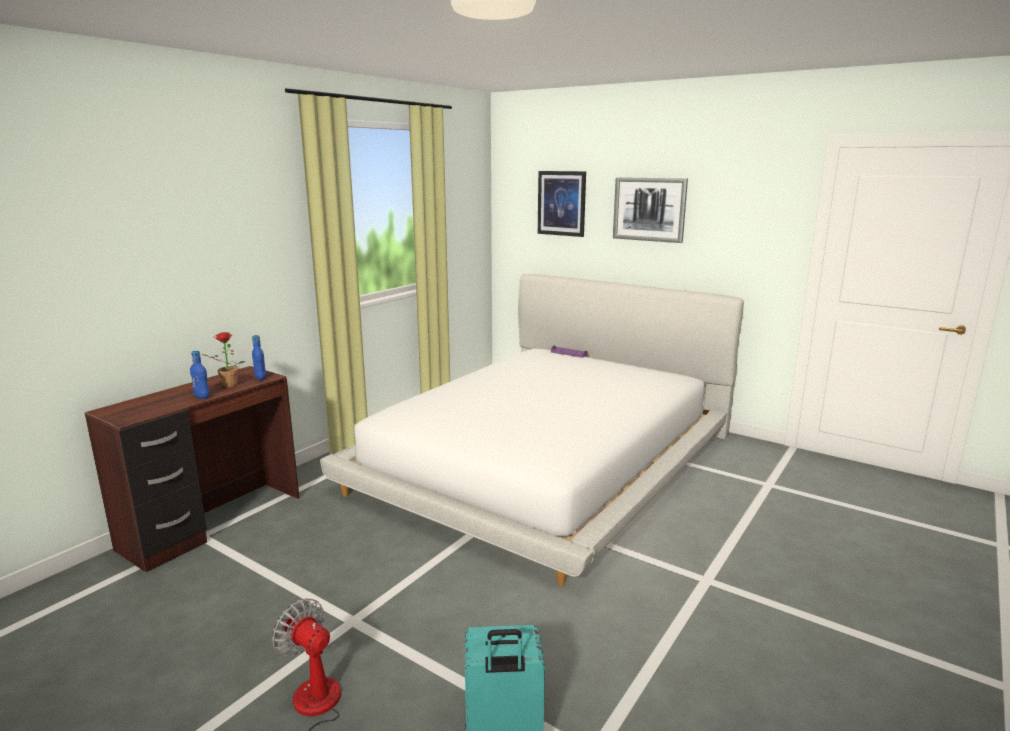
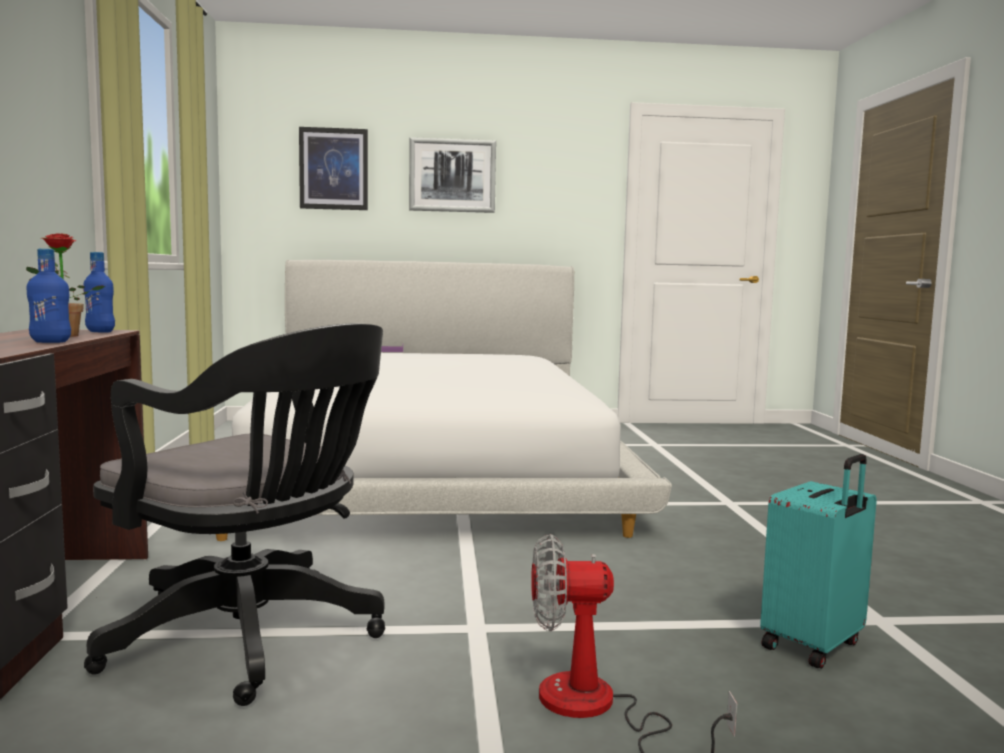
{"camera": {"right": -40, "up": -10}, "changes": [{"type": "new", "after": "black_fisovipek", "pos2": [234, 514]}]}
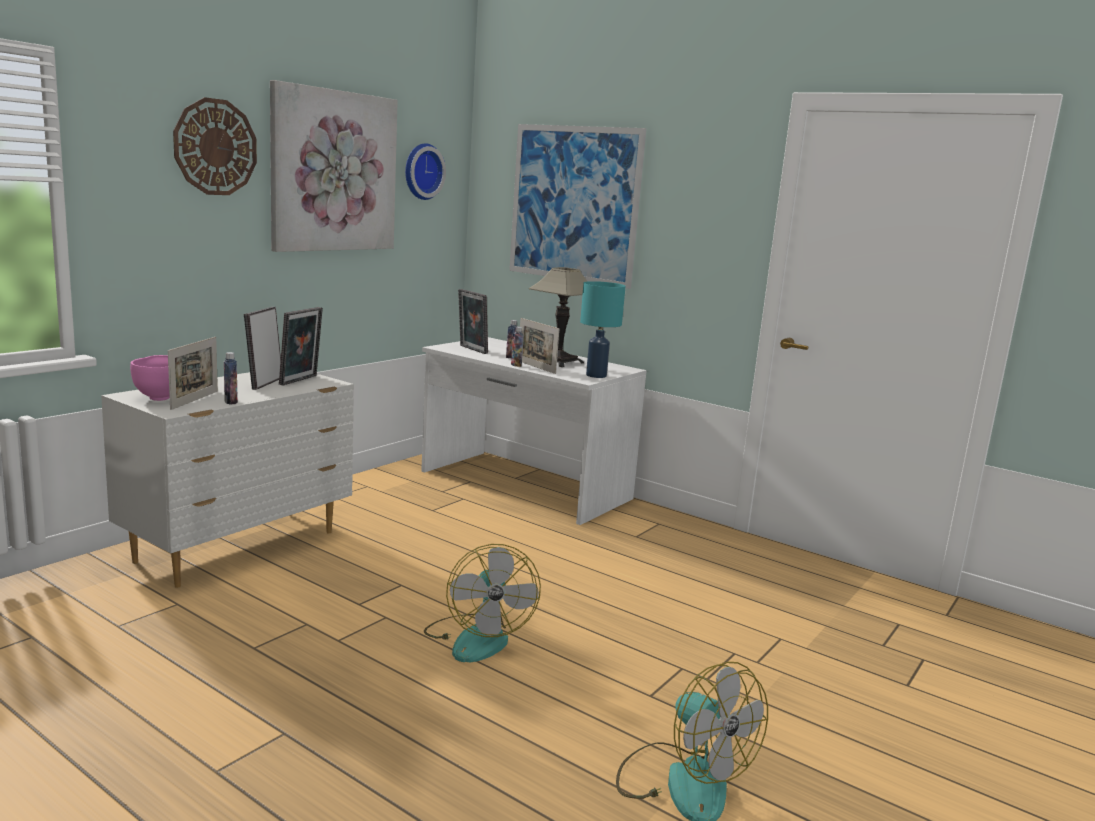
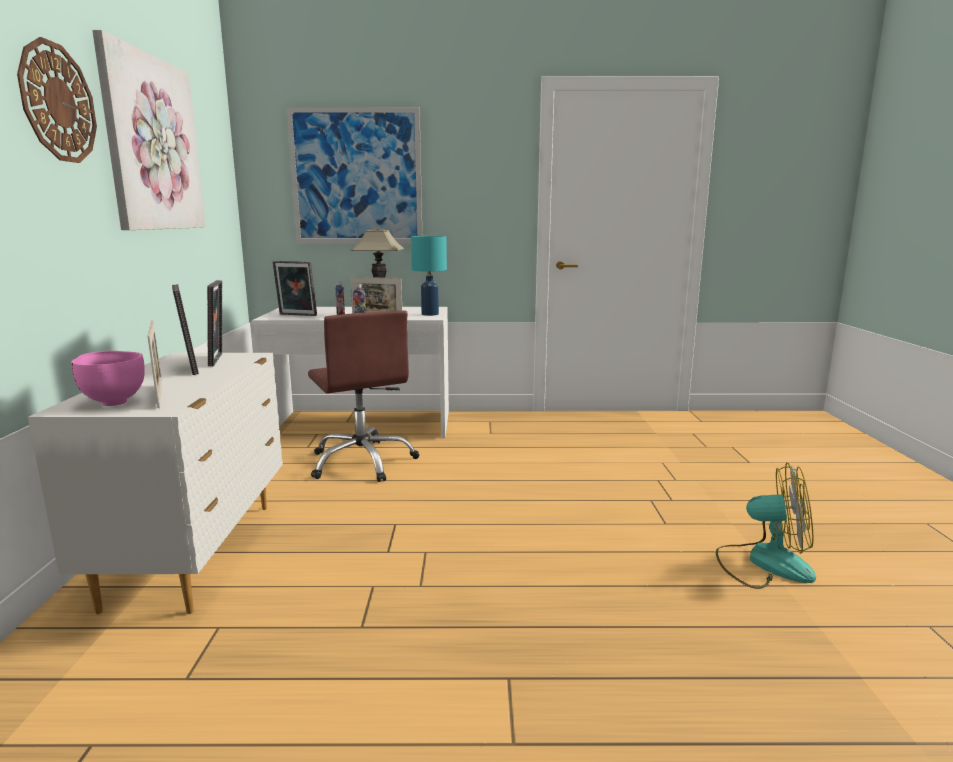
{"camera": {"right": -35, "up": 0}, "changes": [{"type": "gone", "before": "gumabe", "pos1": [425, 171]}, {"type": "gone", "before": "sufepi", "pos1": [231, 378]}, {"type": "gone", "before": "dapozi", "pos1": [482, 603]}, {"type": "new", "after": "brown_fisovipek", "pos2": [363, 396]}]}
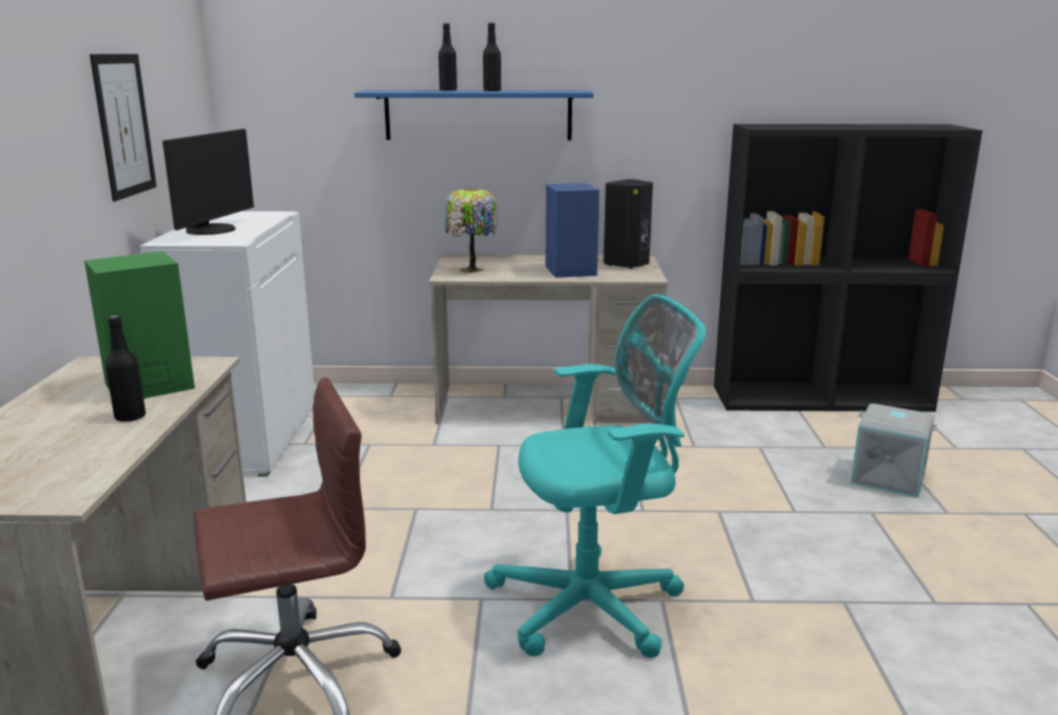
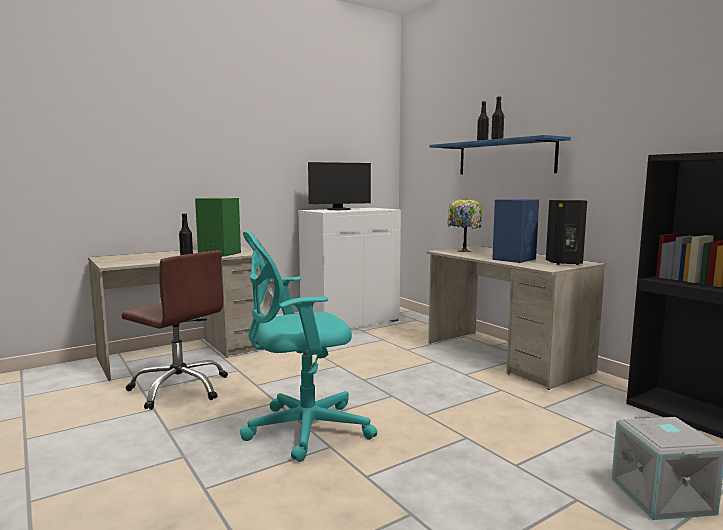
{"camera": {"right": 55, "up": -10}, "changes": [{"type": "gone", "before": "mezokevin", "pos1": [123, 127]}, {"type": "rotated", "before": "turquoise_fisovipek", "pos1": [595, 476], "pos2": [308, 346], "turn": 120}]}
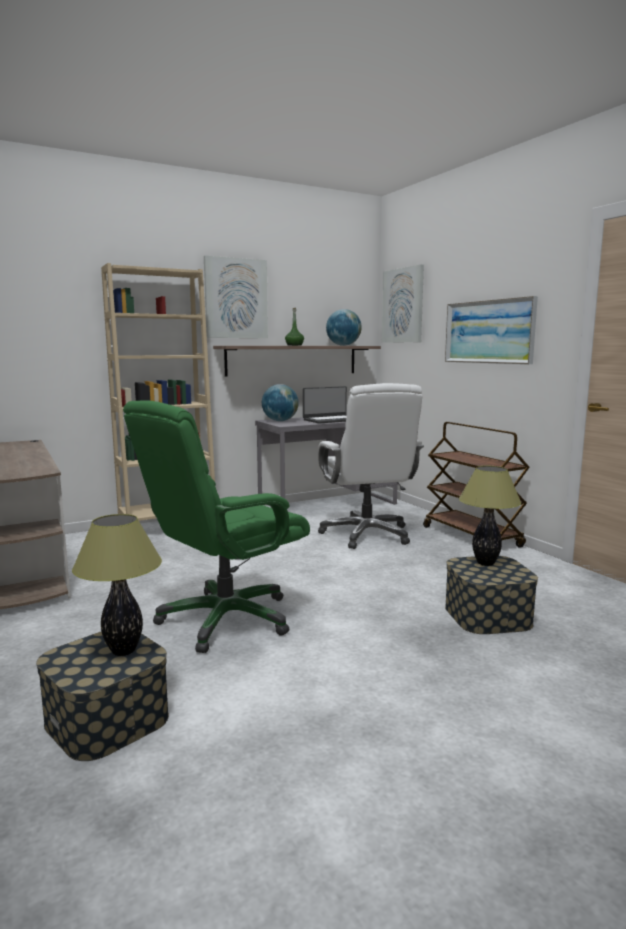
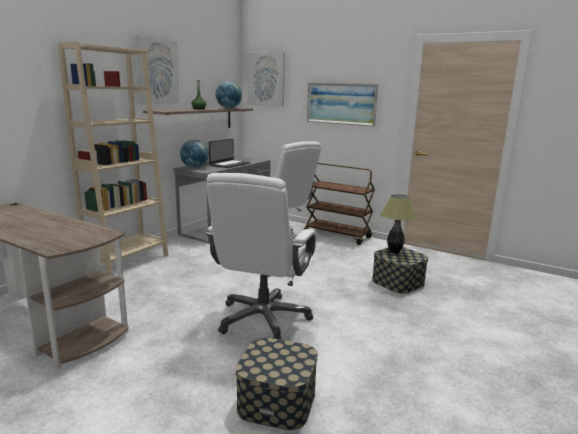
{"camera": {"right": -30, "up": 5}, "changes": [{"type": "repainted", "before": "green_fisovipek", "after": "white_fisovipek", "pos1": [216, 527], "pos2": [260, 256]}, {"type": "gone", "before": "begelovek", "pos1": [117, 585]}]}
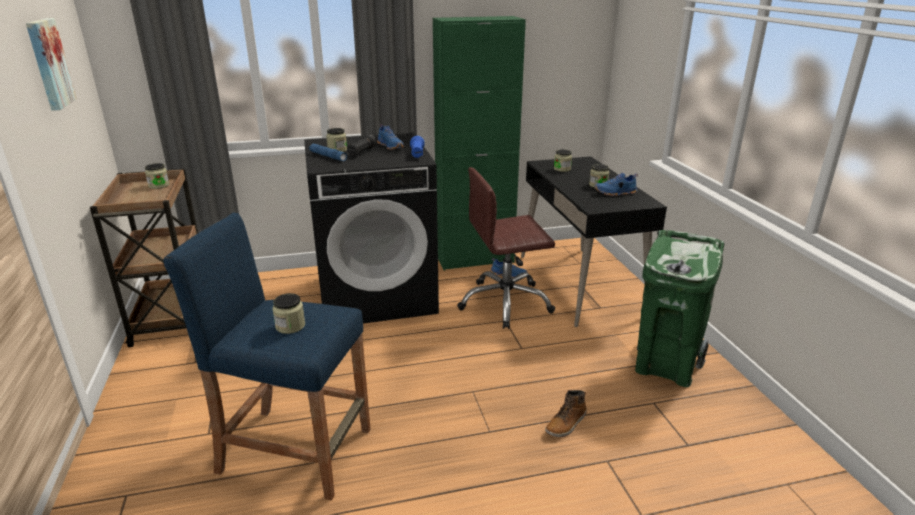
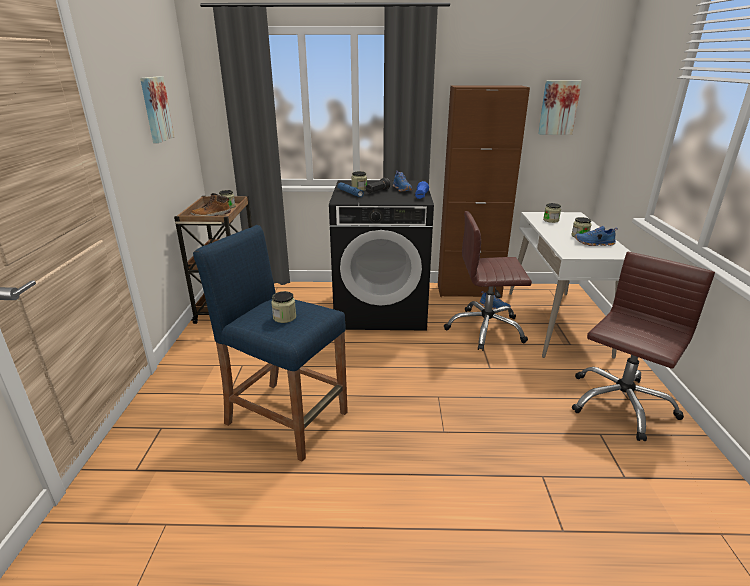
{"camera": {"right": 15, "up": 0}, "changes": [{"type": "repainted", "before": "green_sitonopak", "after": "brown_sitonopak", "pos1": [479, 143], "pos2": [484, 191]}, {"type": "repainted", "before": "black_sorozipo", "after": "white_sorozipo", "pos1": [594, 241], "pos2": [570, 285]}, {"type": "swapped", "before": "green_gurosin", "after": "brown_fisovipek", "pos1": [680, 308], "pos2": [643, 346]}, {"type": "shifted", "before": "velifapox", "pos1": [566, 413], "pos2": [211, 204]}, {"type": "new", "after": "mezokevin", "pos2": [560, 108]}]}
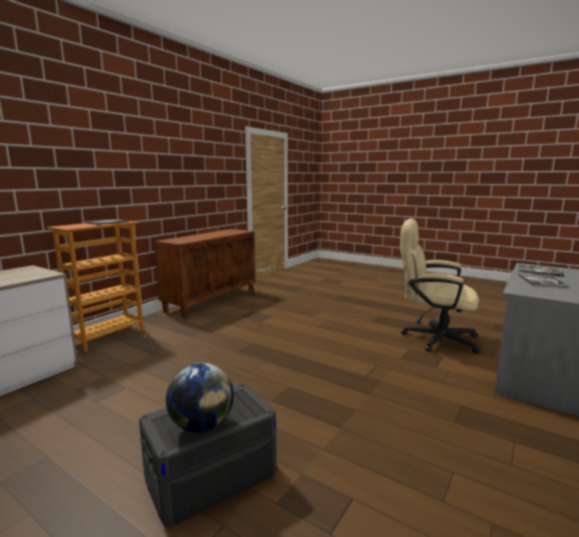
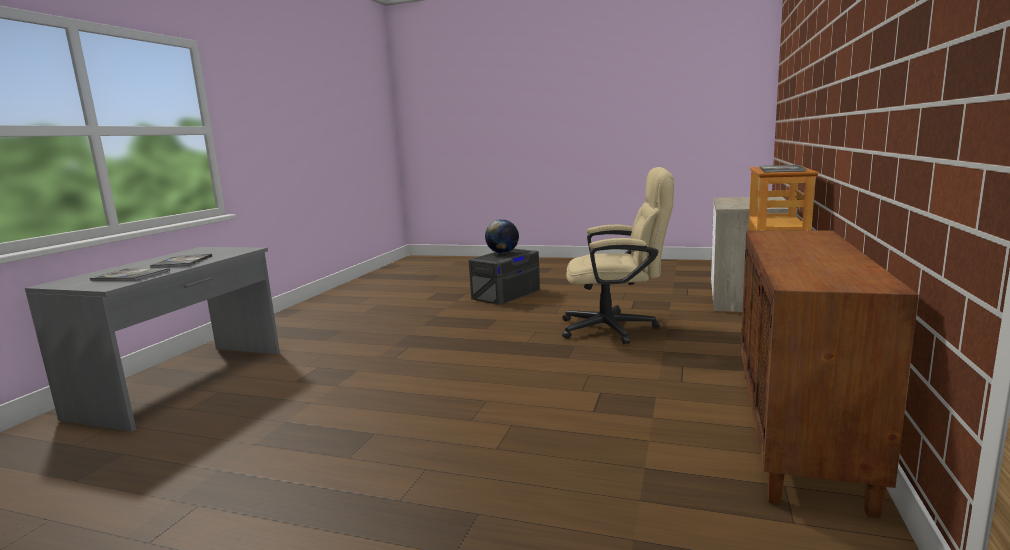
{"camera": {"right": 165, "up": 0}, "changes": [{"type": "shifted", "before": "beige_fisovipek", "pos1": [440, 286], "pos2": [618, 255]}]}
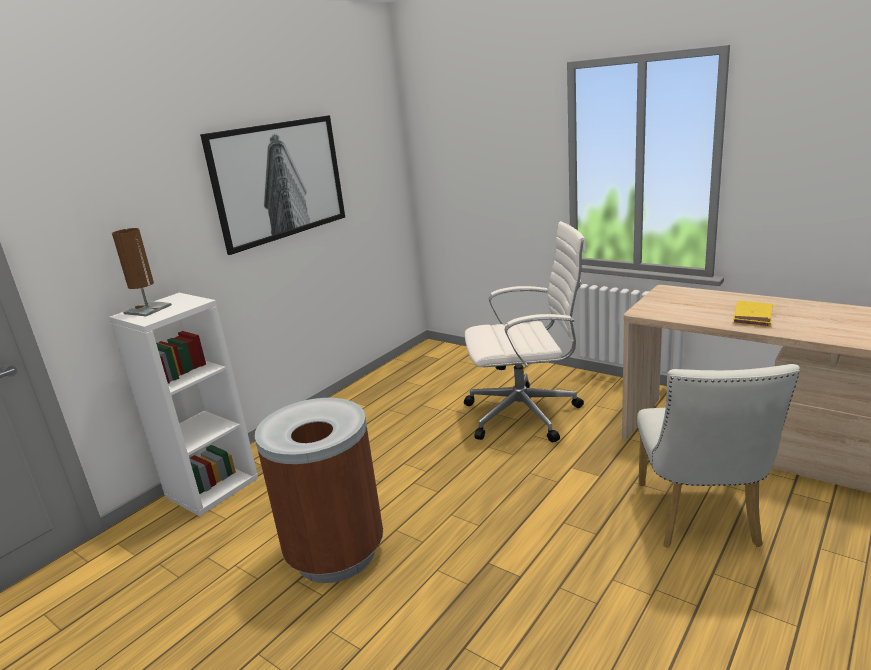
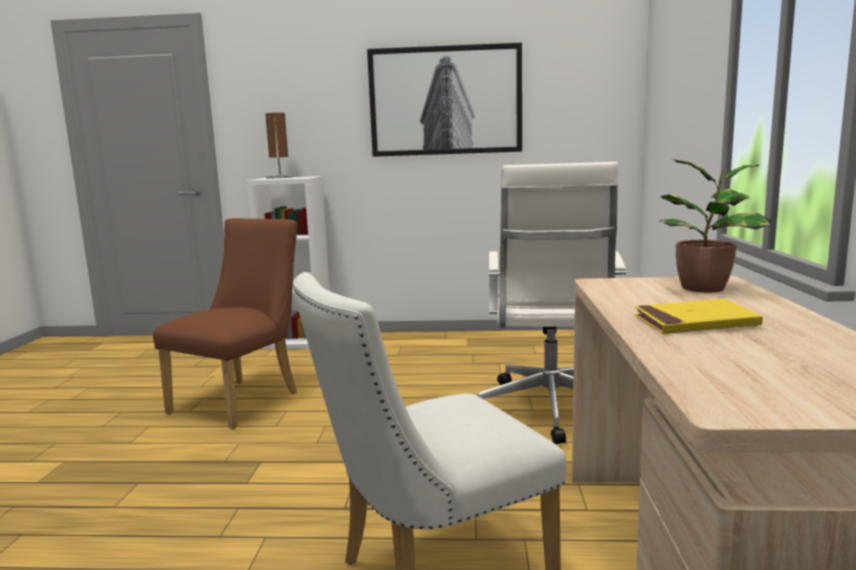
{"camera": {"right": 55, "up": -10}, "changes": [{"type": "rotated", "before": "white_fisovipek", "pos1": [525, 331], "pos2": [552, 303], "turn": 45}, {"type": "swapped", "before": "brown_gurosin", "after": "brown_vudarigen", "pos1": [318, 490], "pos2": [225, 323]}, {"type": "new", "after": "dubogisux", "pos2": [715, 225]}]}
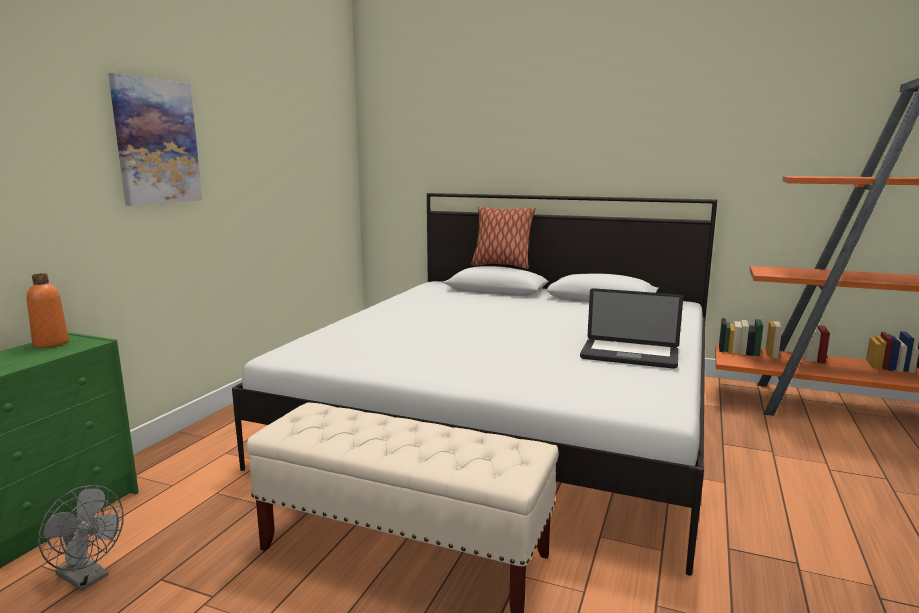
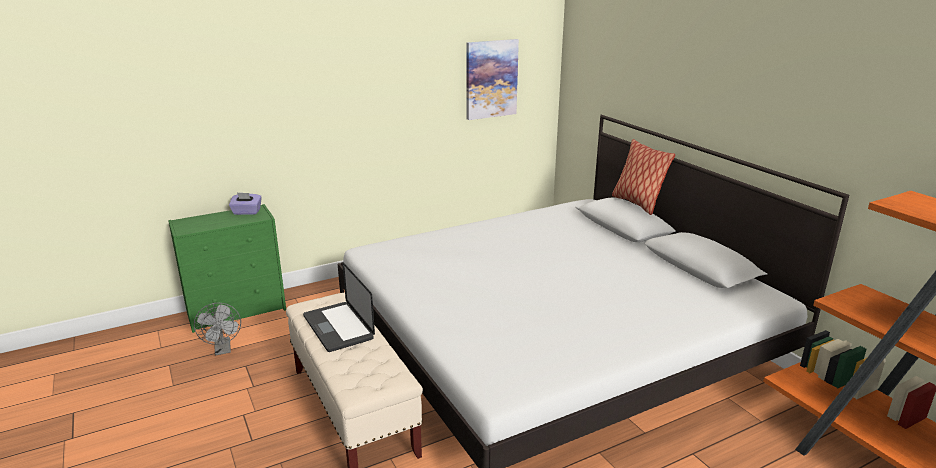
{"camera": {"right": 40, "up": 10}, "changes": [{"type": "shifted", "before": "mezokevin", "pos1": [155, 139], "pos2": [493, 79]}, {"type": "swapped", "before": "orange_sufepi", "after": "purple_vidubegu", "pos1": [47, 310], "pos2": [245, 204]}, {"type": "shifted", "before": "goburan", "pos1": [631, 328], "pos2": [339, 307]}]}
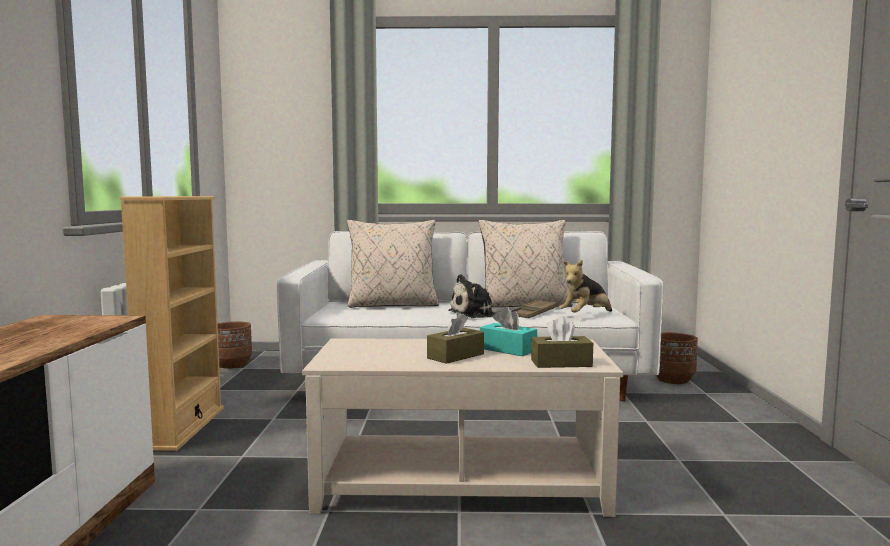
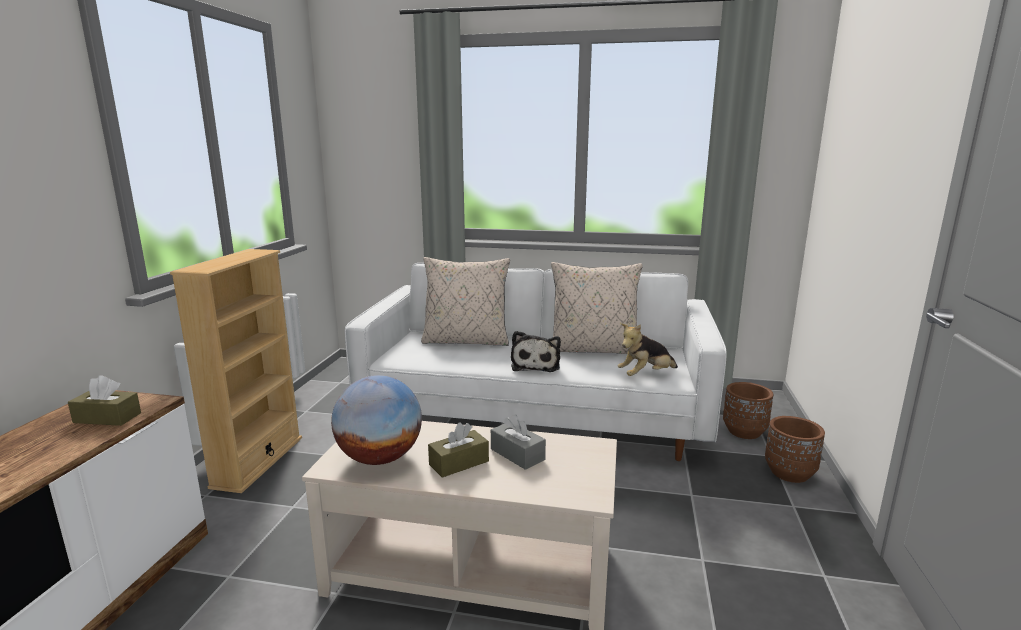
{"camera": {"right": 10, "up": 10}, "changes": [{"type": "rotated", "before": "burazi", "pos1": [475, 296], "pos2": [536, 351], "turn": -75}, {"type": "gone", "before": "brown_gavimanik", "pos1": [534, 308]}, {"type": "repainted", "before": "turquoise_vidubegu", "after": "grey_vidubegu", "pos1": [508, 331], "pos2": [518, 442]}, {"type": "shifted", "before": "brown_vidubegu", "pos1": [562, 342], "pos2": [104, 400]}, {"type": "shifted", "before": "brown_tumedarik", "pos1": [235, 345], "pos2": [795, 449]}, {"type": "new", "after": "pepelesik", "pos2": [376, 420]}]}
